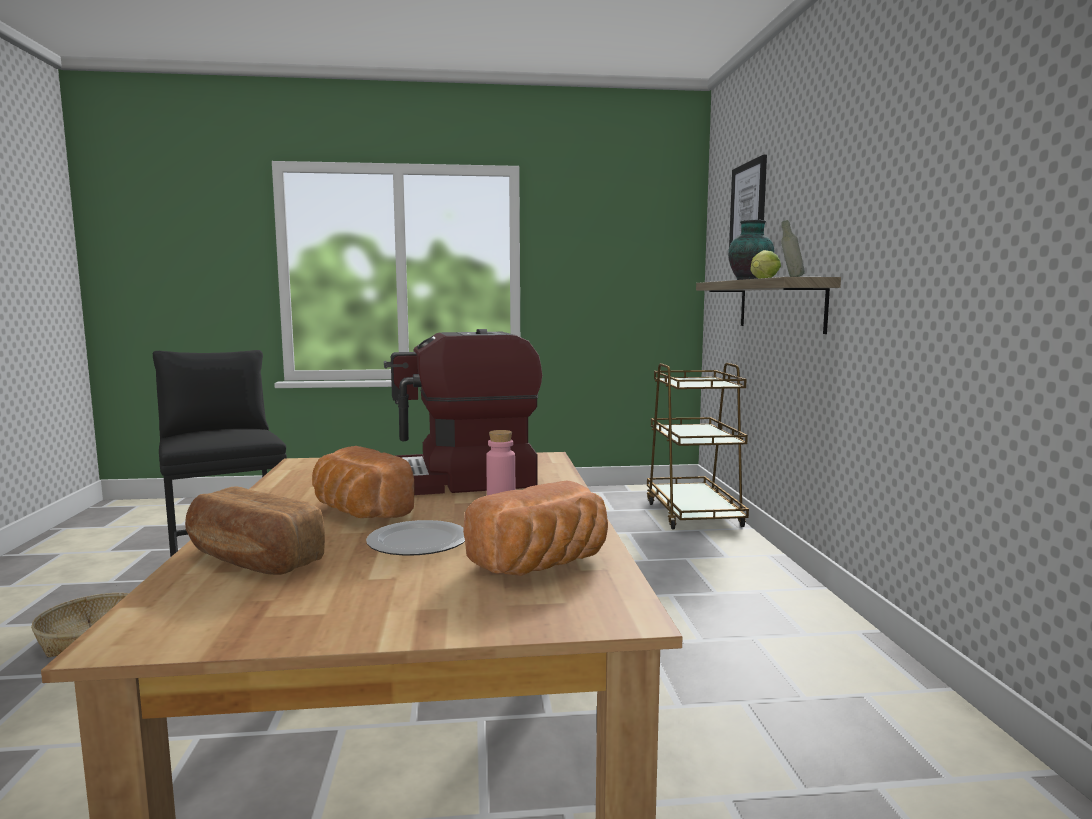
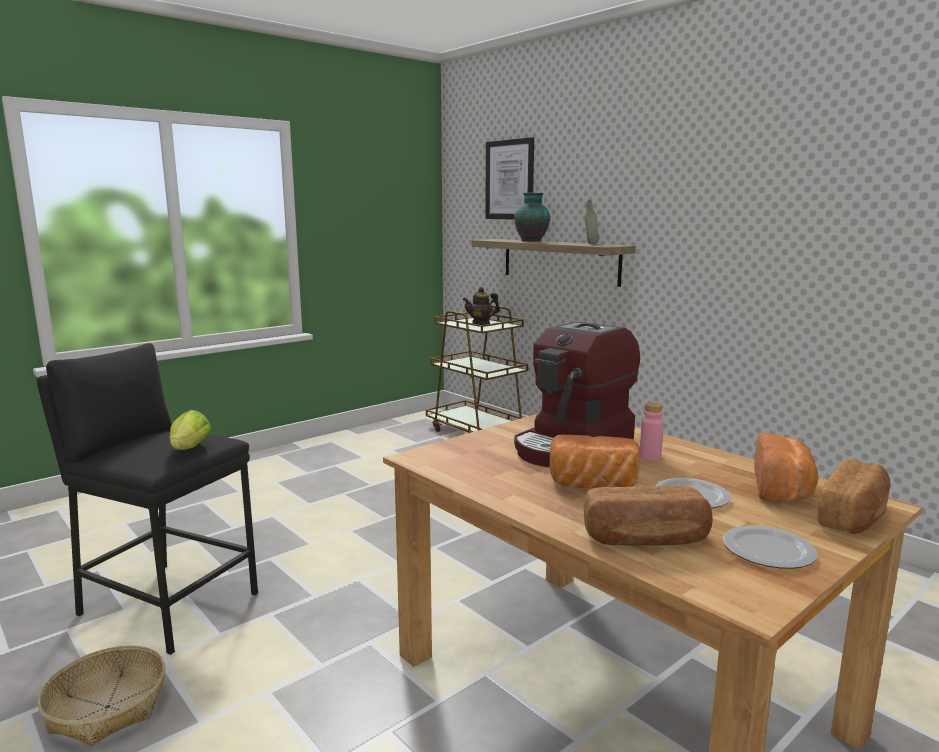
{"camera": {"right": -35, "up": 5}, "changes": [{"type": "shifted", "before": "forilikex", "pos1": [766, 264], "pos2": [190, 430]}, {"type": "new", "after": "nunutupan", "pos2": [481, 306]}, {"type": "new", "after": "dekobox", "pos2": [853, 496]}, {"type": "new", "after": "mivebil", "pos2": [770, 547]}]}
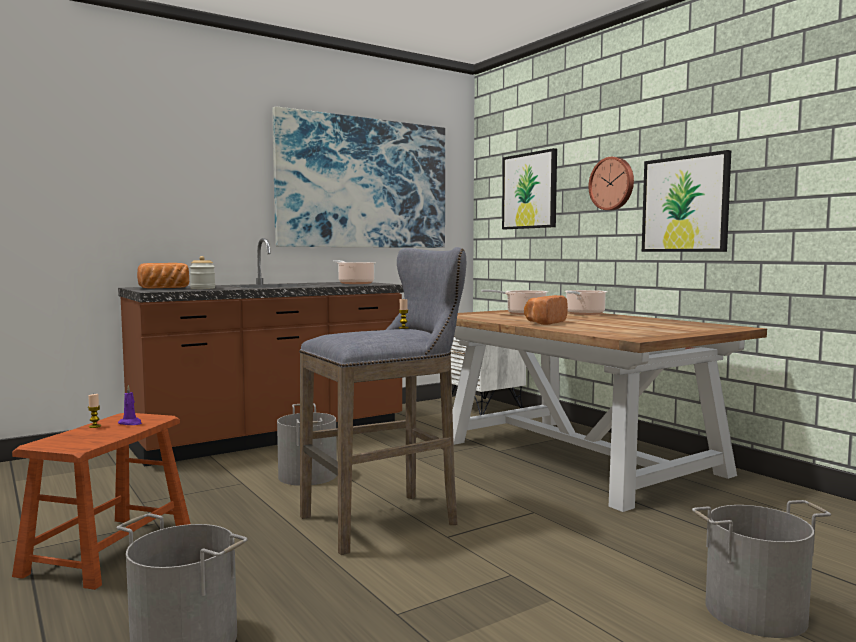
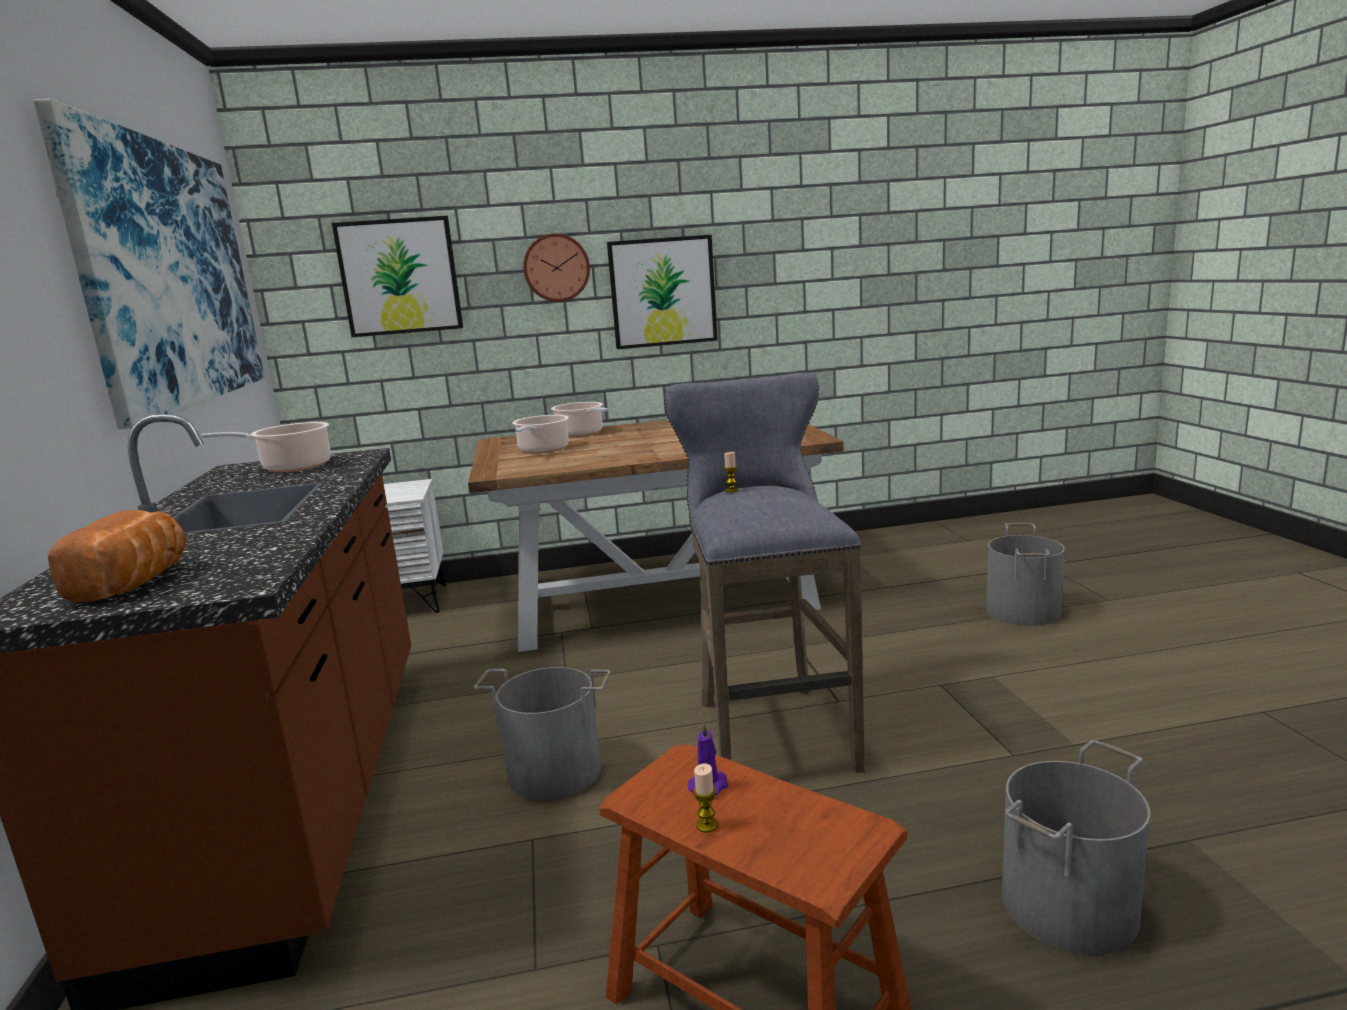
{"camera": {"right": -65, "up": 10}, "changes": [{"type": "gone", "before": "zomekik", "pos1": [202, 272]}, {"type": "gone", "before": "dekobox", "pos1": [546, 310]}]}
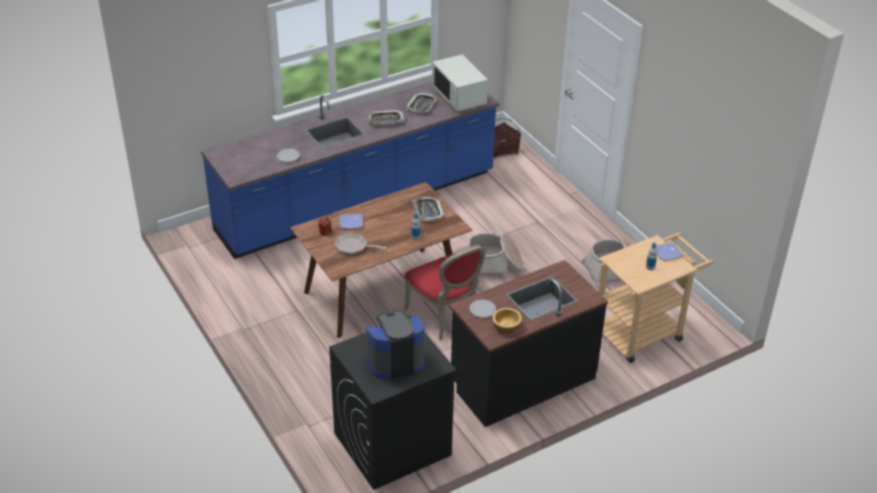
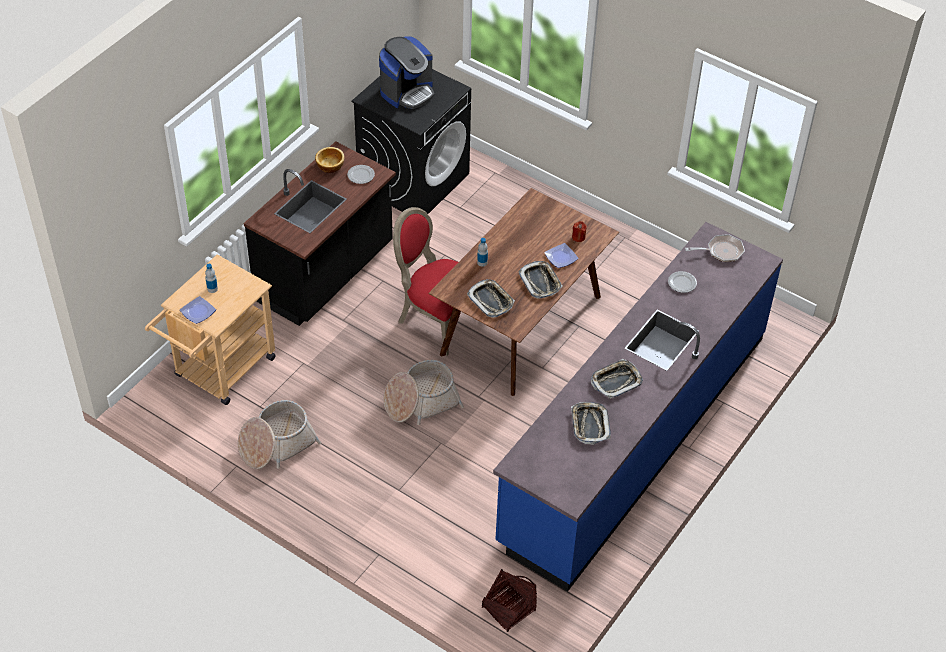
{"camera": {"right": 155, "up": 10}, "changes": [{"type": "gone", "before": "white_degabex", "pos1": [460, 83]}, {"type": "shifted", "before": "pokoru", "pos1": [360, 244], "pos2": [715, 248]}, {"type": "new", "after": "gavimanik", "pos2": [540, 280]}]}
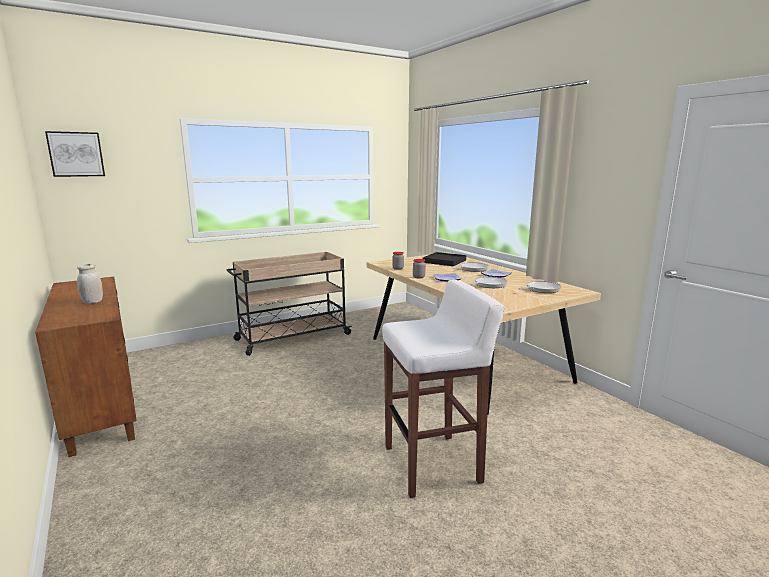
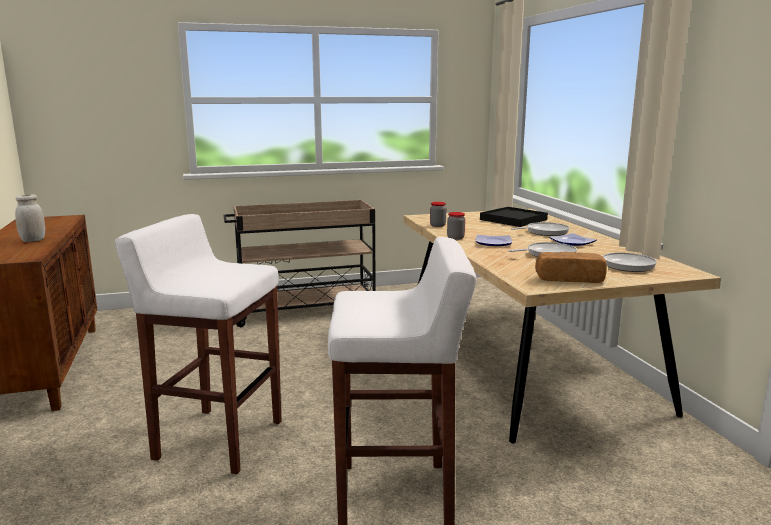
{"camera": {"right": 15, "up": 0}, "changes": [{"type": "gone", "before": "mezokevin", "pos1": [75, 154]}, {"type": "new", "after": "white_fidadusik", "pos2": [198, 344]}, {"type": "new", "after": "dekobox", "pos2": [571, 267]}]}
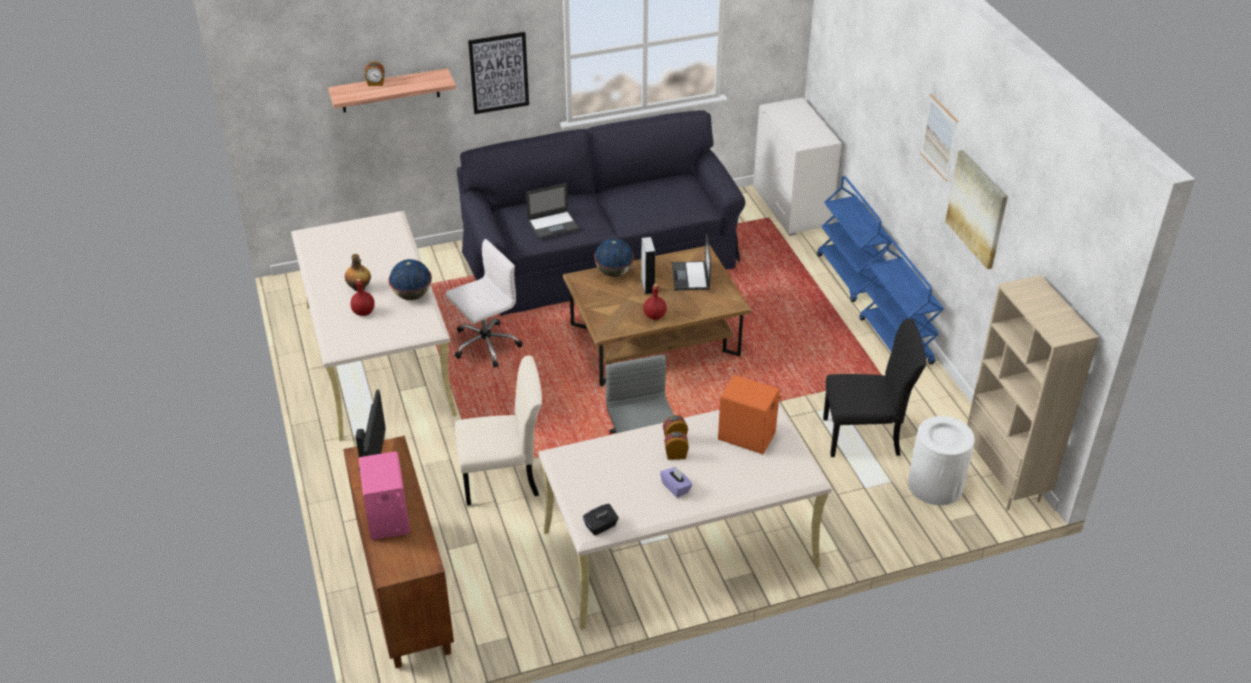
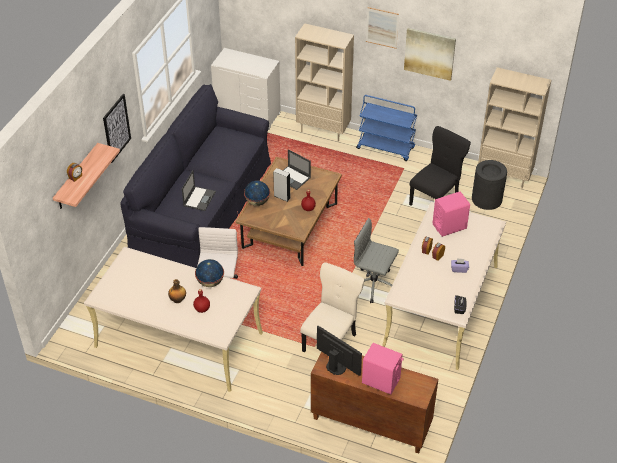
{"camera": {"right": -50, "up": 5}, "changes": [{"type": "swapped", "before": "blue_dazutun", "after": "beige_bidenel", "pos1": [854, 239], "pos2": [324, 82]}, {"type": "repainted", "before": "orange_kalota", "after": "pink_kalota", "pos1": [750, 414], "pos2": [451, 214]}, {"type": "repainted", "before": "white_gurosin", "after": "black_gurosin", "pos1": [941, 460], "pos2": [489, 185]}]}
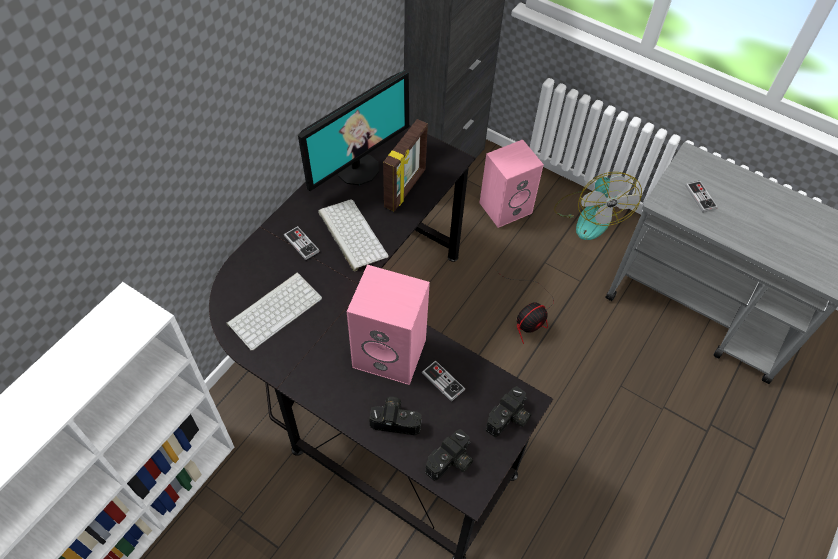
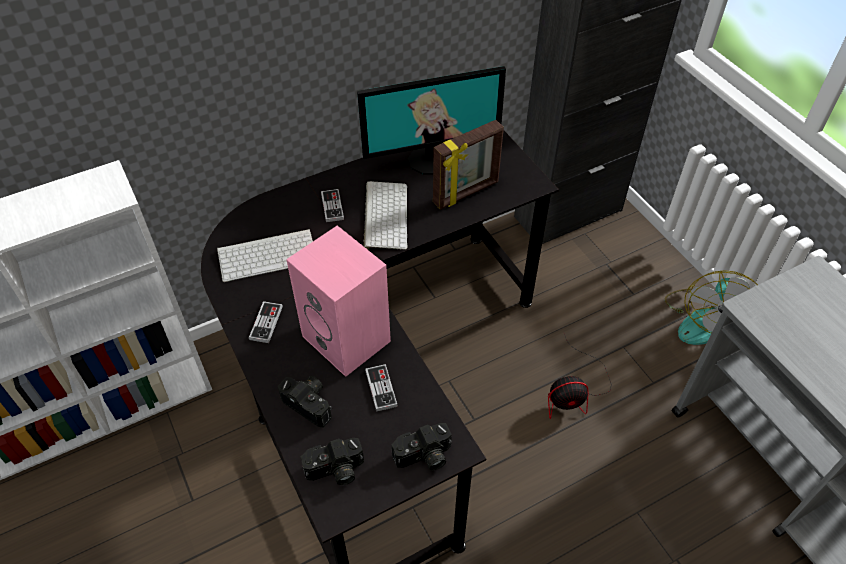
{"camera": {"right": 30, "up": -5}, "changes": [{"type": "gone", "before": "pink_kalota", "pos1": [512, 184]}, {"type": "shifted", "before": "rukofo", "pos1": [701, 196], "pos2": [266, 322]}]}
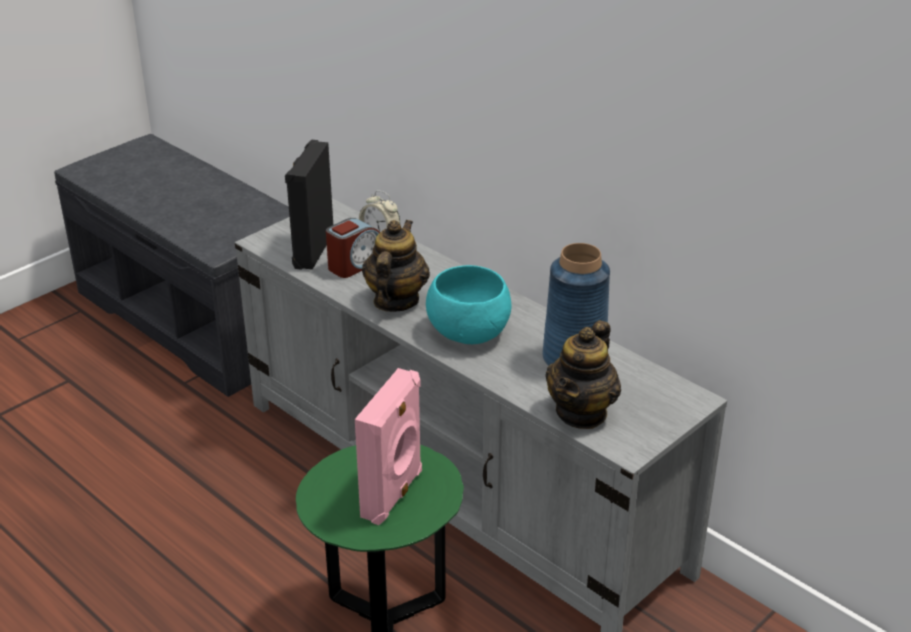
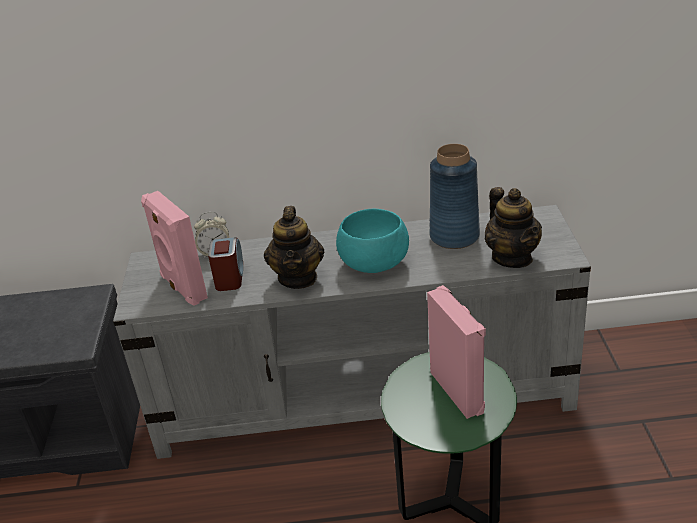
{"camera": {"right": -45, "up": 0}, "changes": [{"type": "repainted", "before": "black_kalota", "after": "pink_kalota", "pos1": [309, 205], "pos2": [174, 248]}, {"type": "rotated", "before": "nunutupan", "pos1": [396, 266], "pos2": [294, 247], "turn": -150}]}
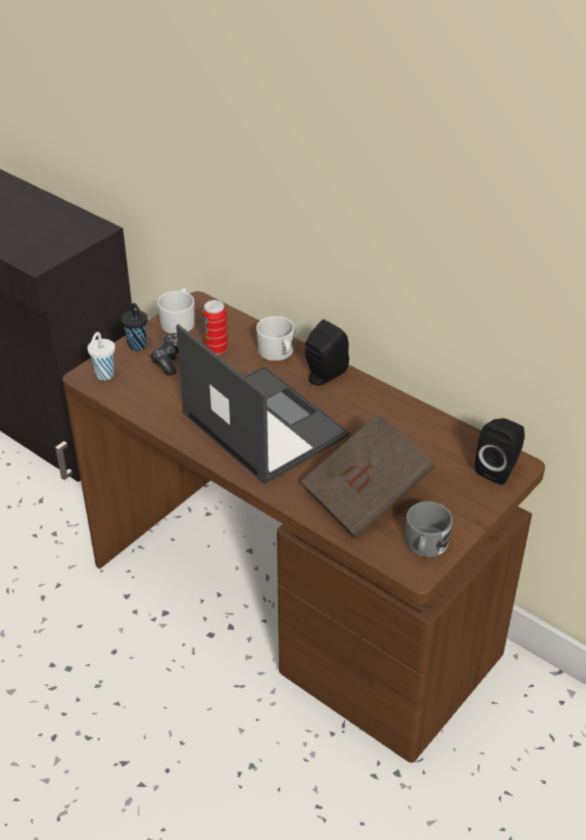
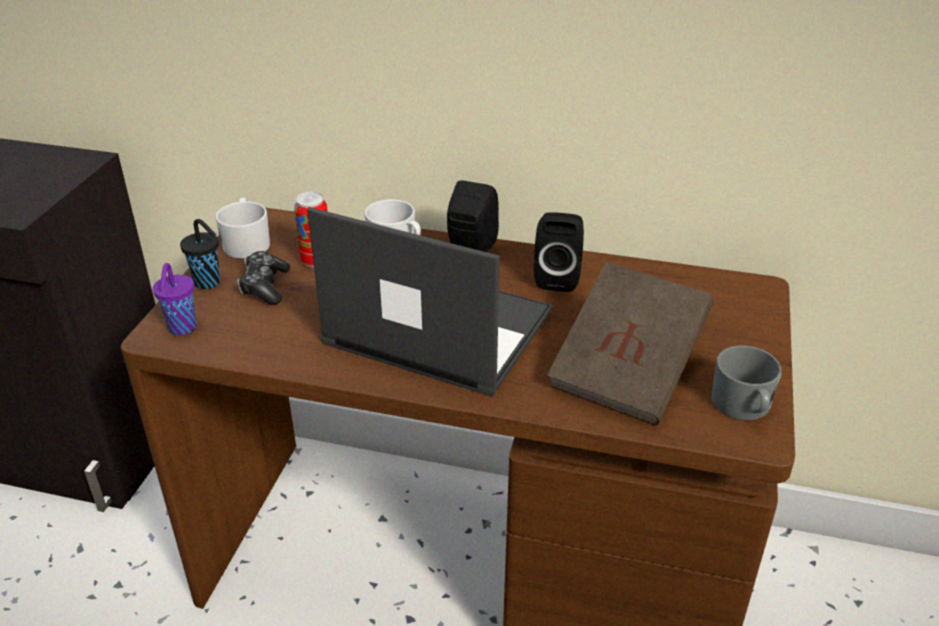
{"camera": {"right": -25, "up": -5}, "changes": [{"type": "repainted", "before": "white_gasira", "after": "purple_gasira", "pos1": [101, 356], "pos2": [174, 299]}, {"type": "shifted", "before": "black_kalota", "pos1": [500, 451], "pos2": [559, 252]}]}
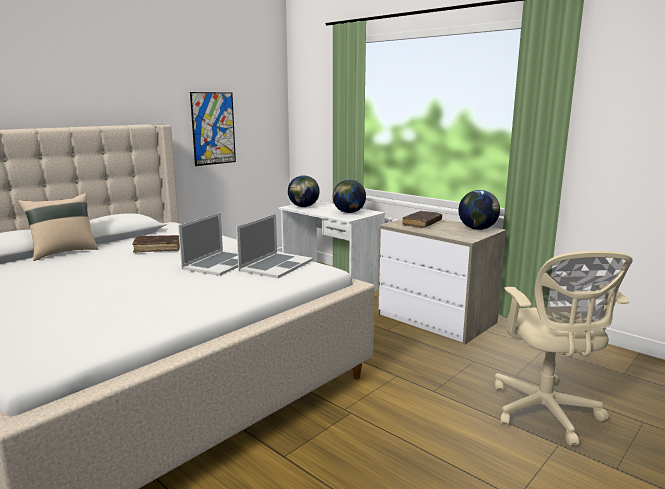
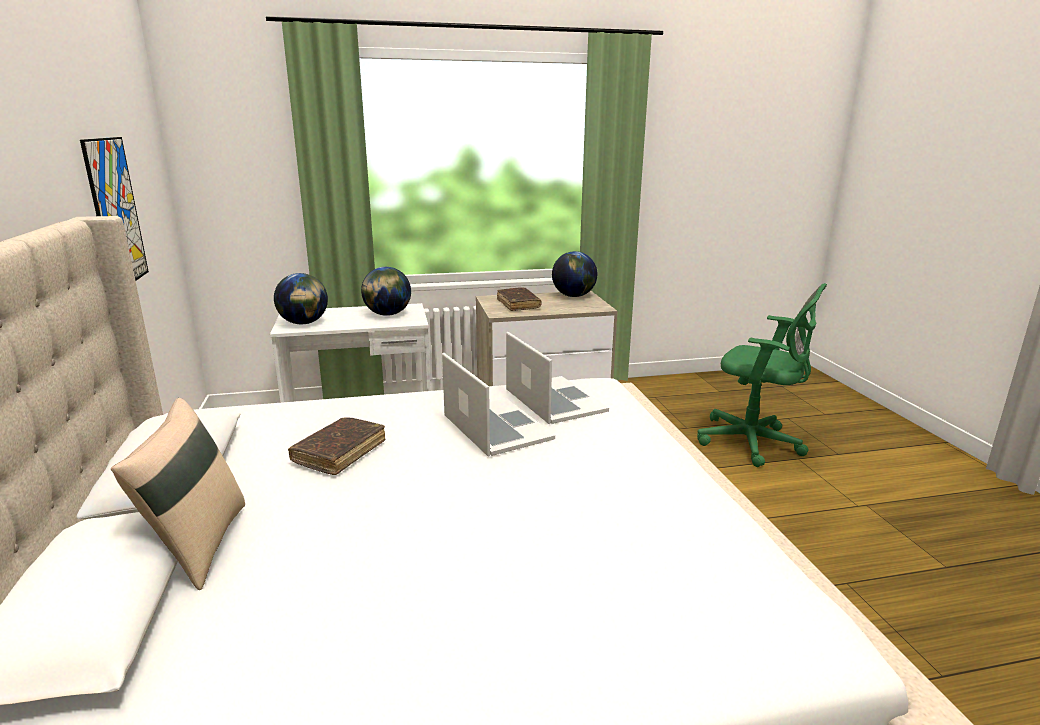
{"camera": {"right": -55, "up": 5}, "changes": [{"type": "repainted", "before": "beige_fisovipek", "after": "green_fisovipek", "pos1": [563, 348], "pos2": [762, 375]}]}
